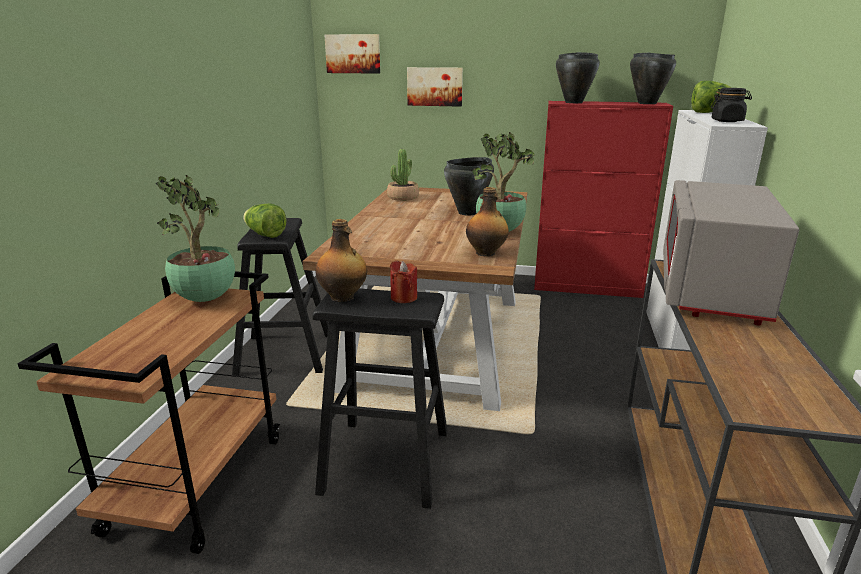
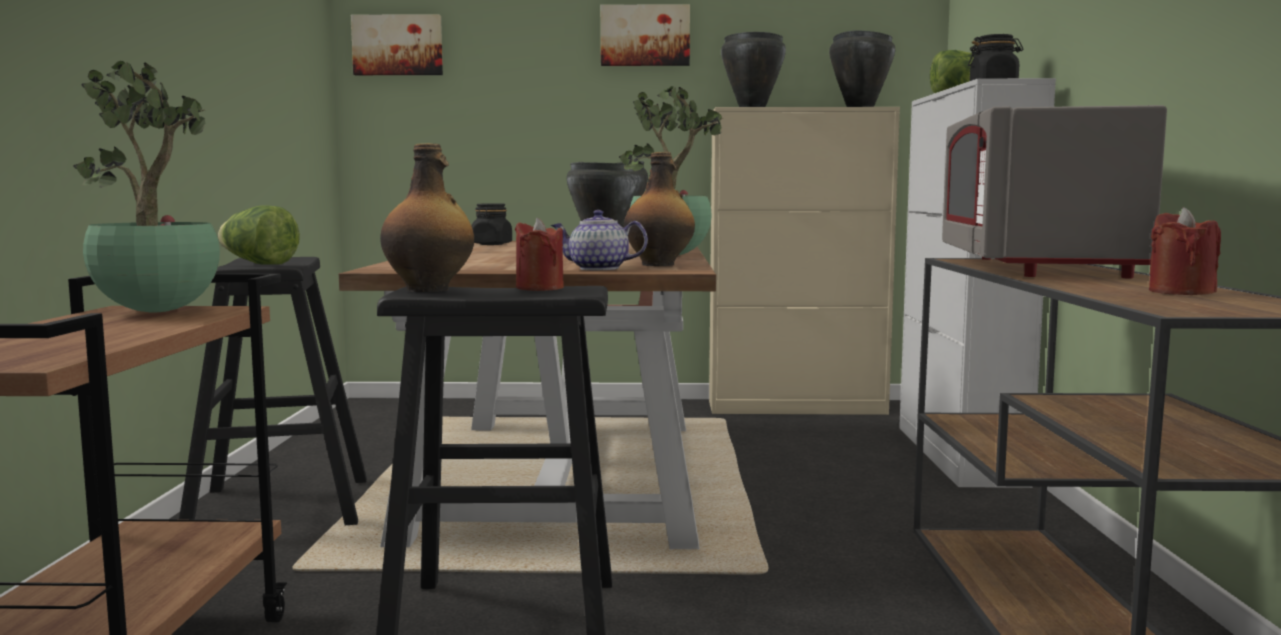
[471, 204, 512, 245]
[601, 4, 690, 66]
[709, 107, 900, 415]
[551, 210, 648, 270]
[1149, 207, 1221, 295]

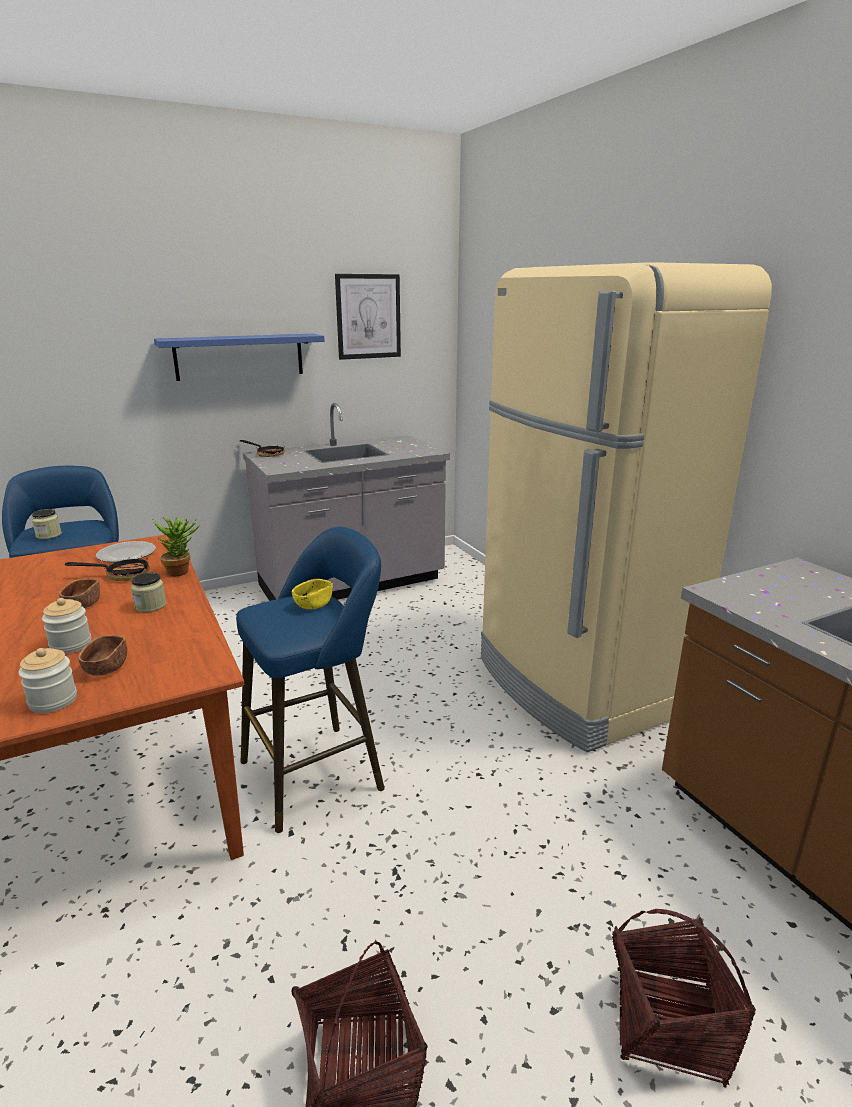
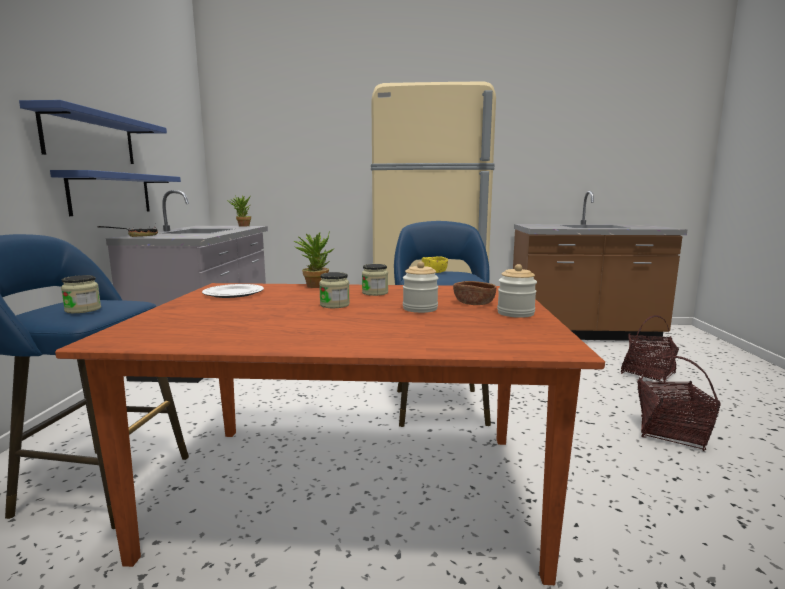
[319, 272, 350, 308]
[65, 556, 149, 581] (first image)
[335, 274, 401, 360] (first image)
[50, 170, 181, 216]
[228, 195, 251, 227]

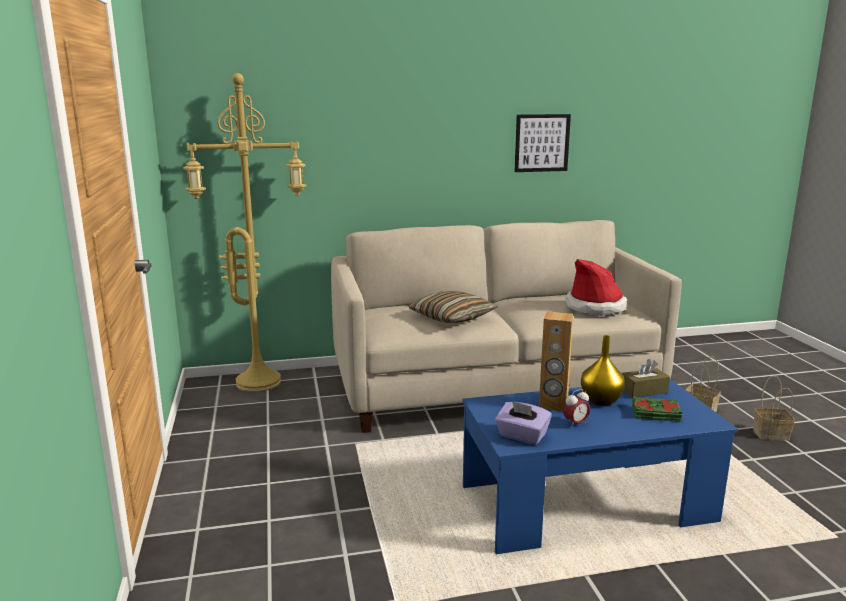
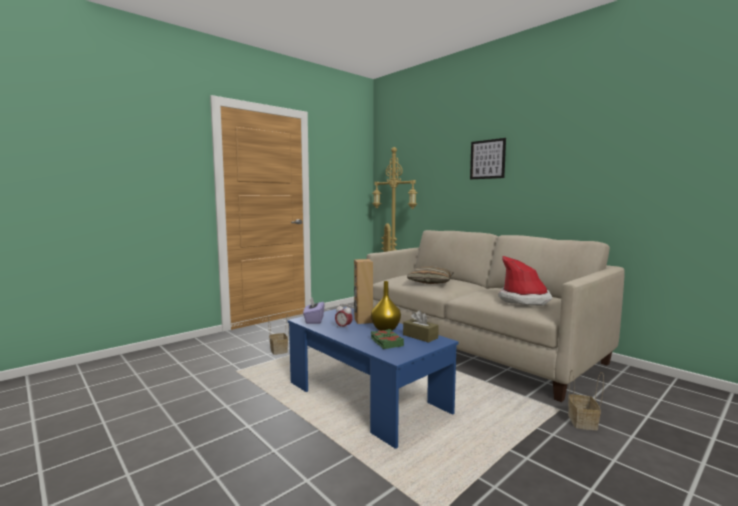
[470, 138, 506, 179]
[268, 314, 289, 355]

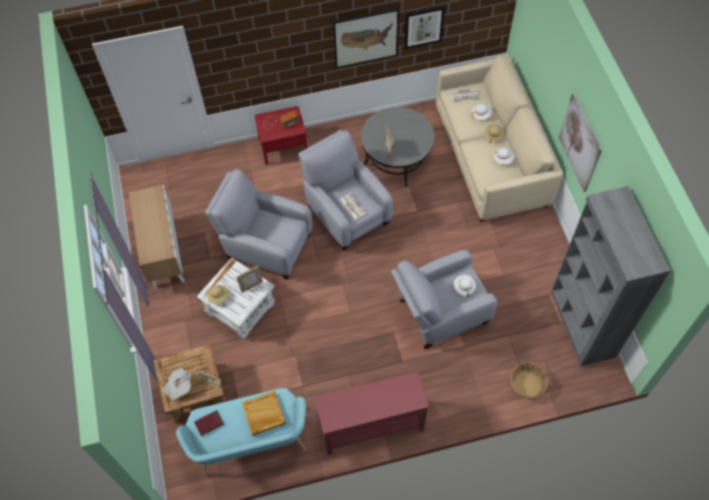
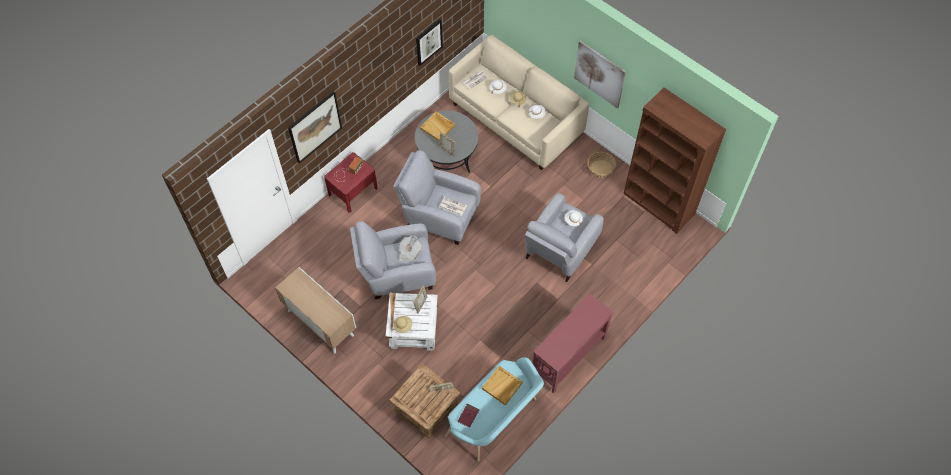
[399, 236, 422, 262]
[288, 91, 342, 164]
[587, 152, 616, 178]
[623, 88, 726, 234]
[420, 111, 455, 141]

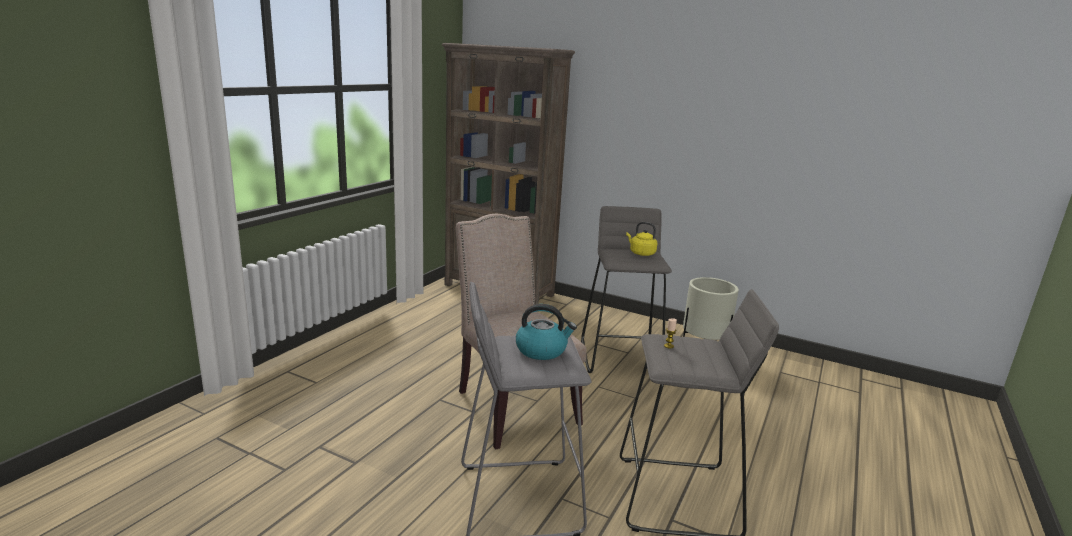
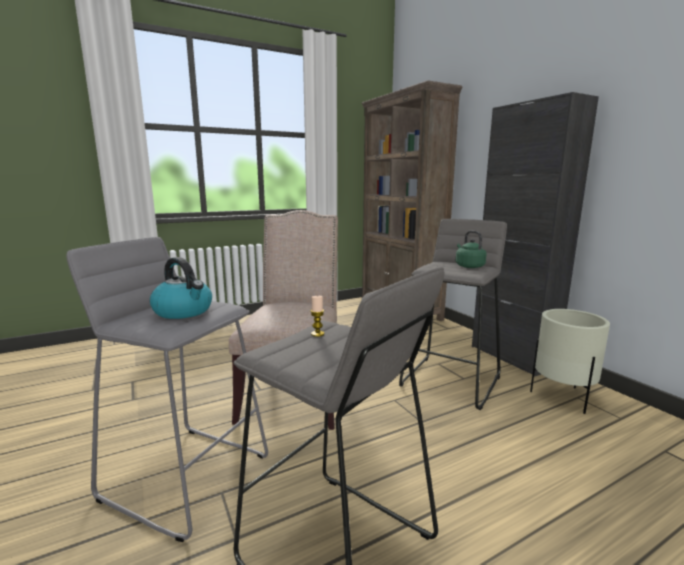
[456, 231, 486, 268]
[472, 92, 599, 377]

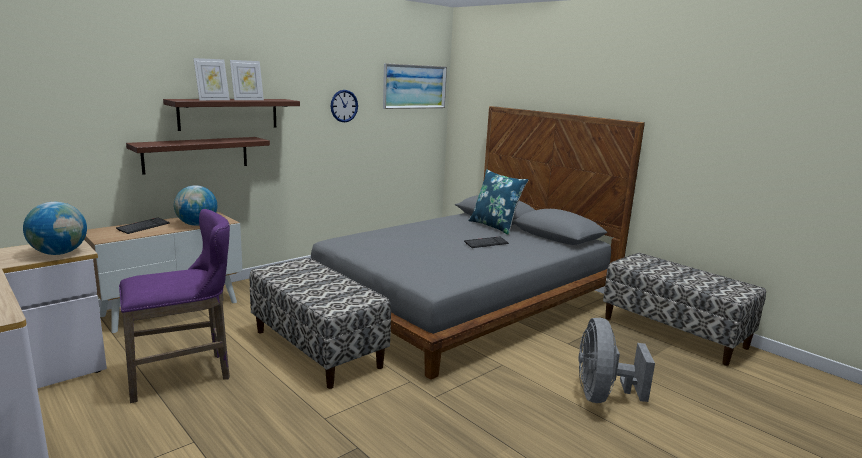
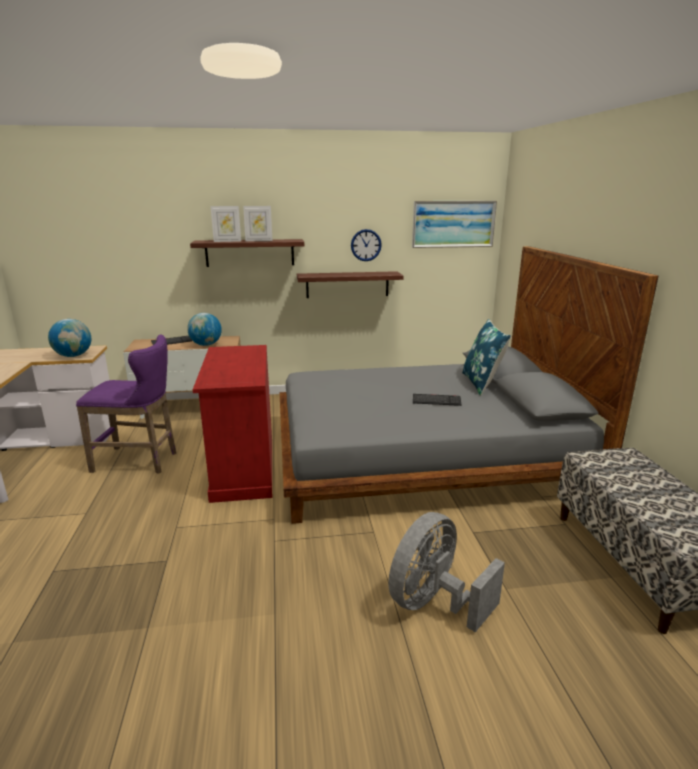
[297, 271, 404, 298]
[193, 345, 272, 503]

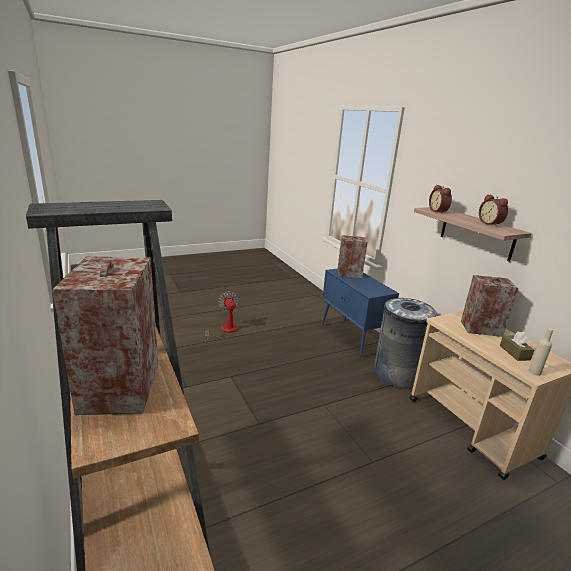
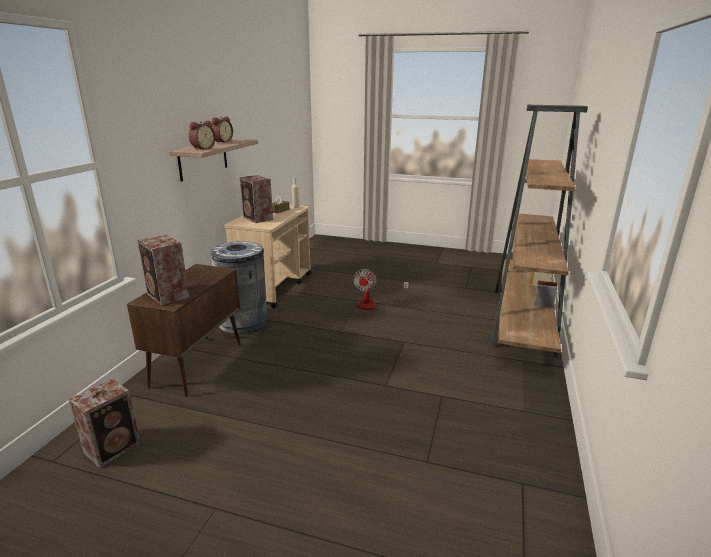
[69, 379, 140, 468]
[353, 269, 409, 310]
[127, 264, 241, 397]

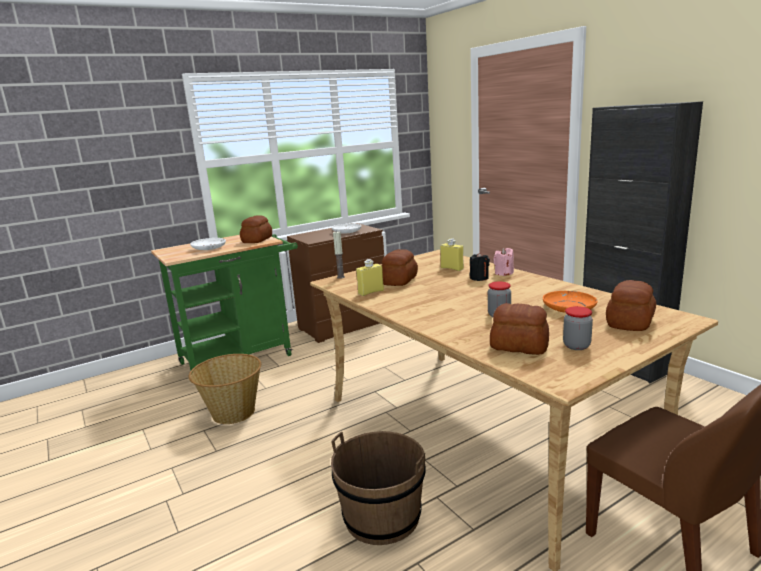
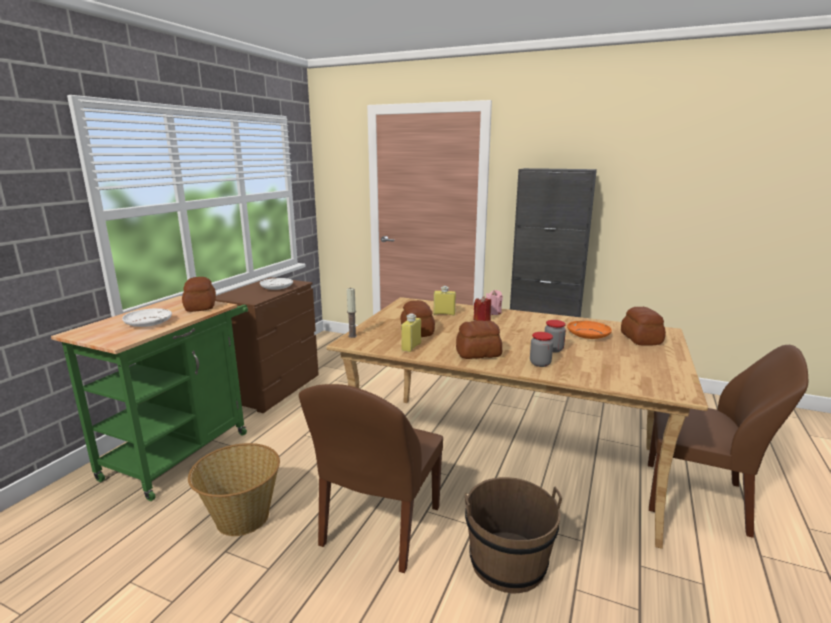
[473, 296, 491, 321]
[456, 321, 502, 359]
[530, 332, 553, 367]
[299, 384, 443, 573]

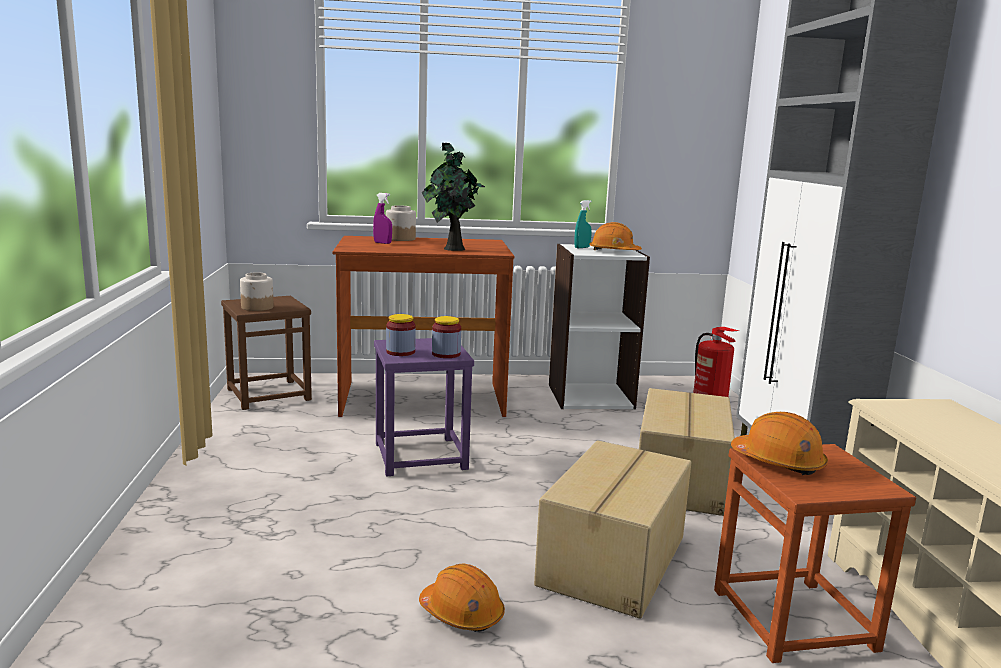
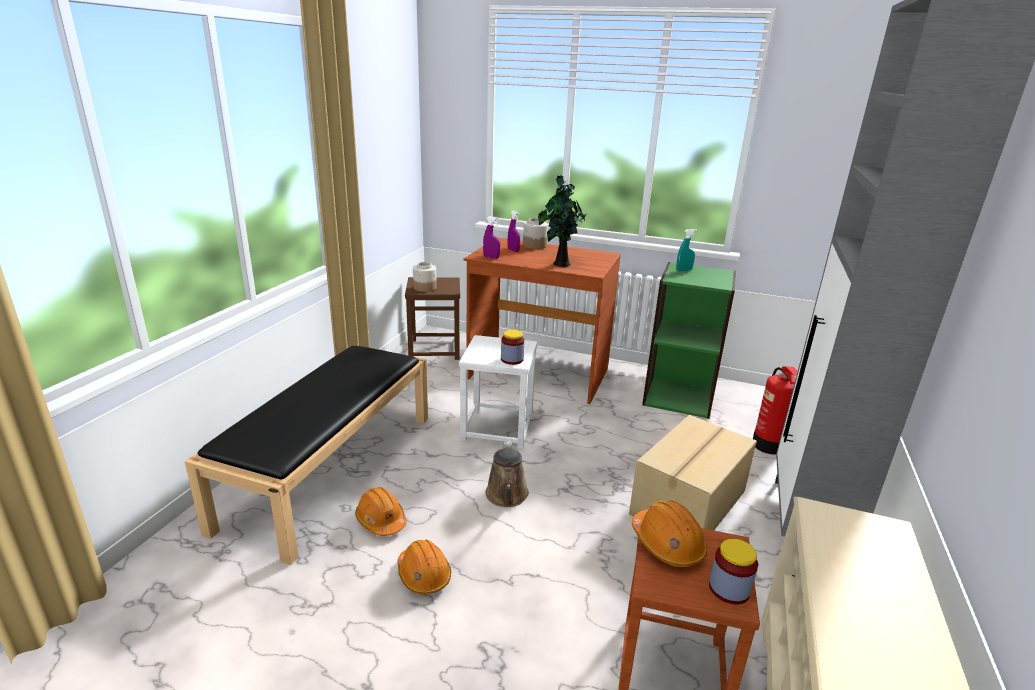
[459, 335, 538, 449]
[709, 539, 758, 605]
[534, 440, 691, 619] (first image)
[642, 262, 736, 419]
[355, 487, 407, 536]
[185, 345, 428, 565]
[483, 216, 500, 259]
[486, 441, 529, 507]

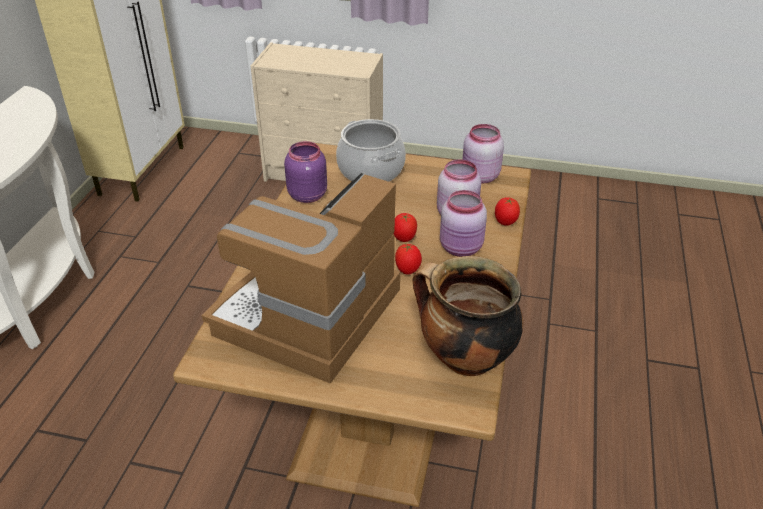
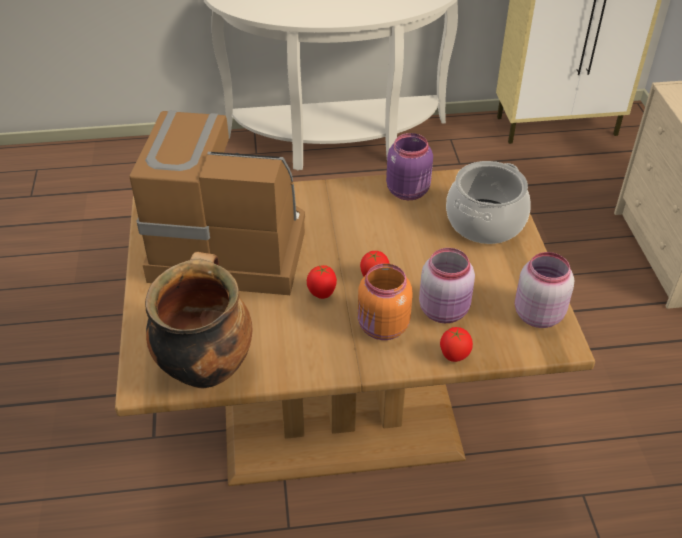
[358, 263, 413, 340]

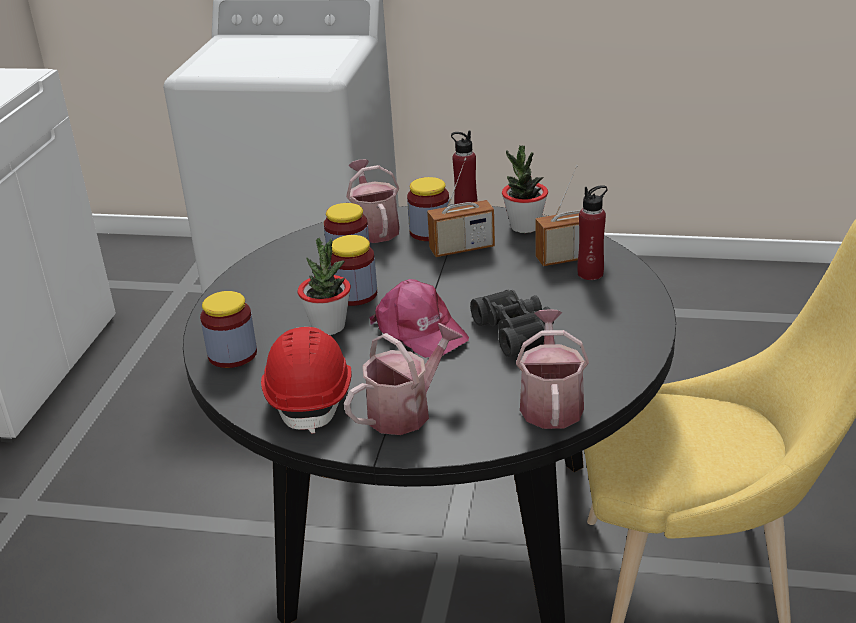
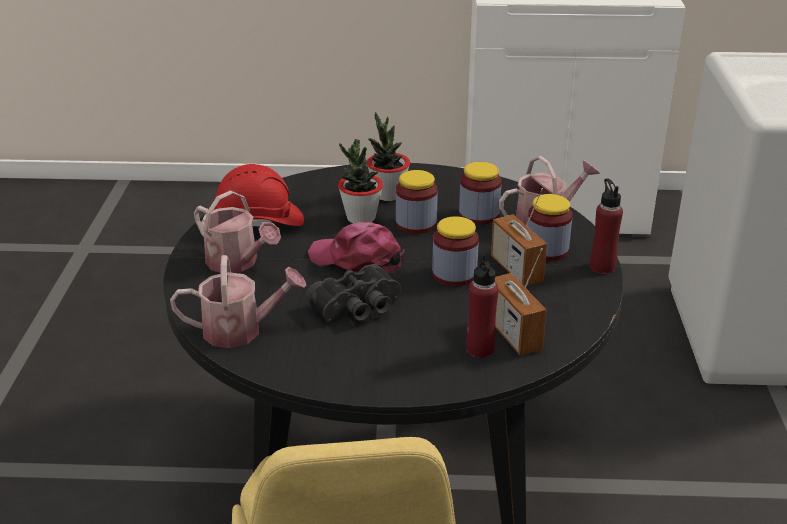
[432, 216, 479, 286]
[308, 222, 404, 273]
[367, 112, 410, 201]

